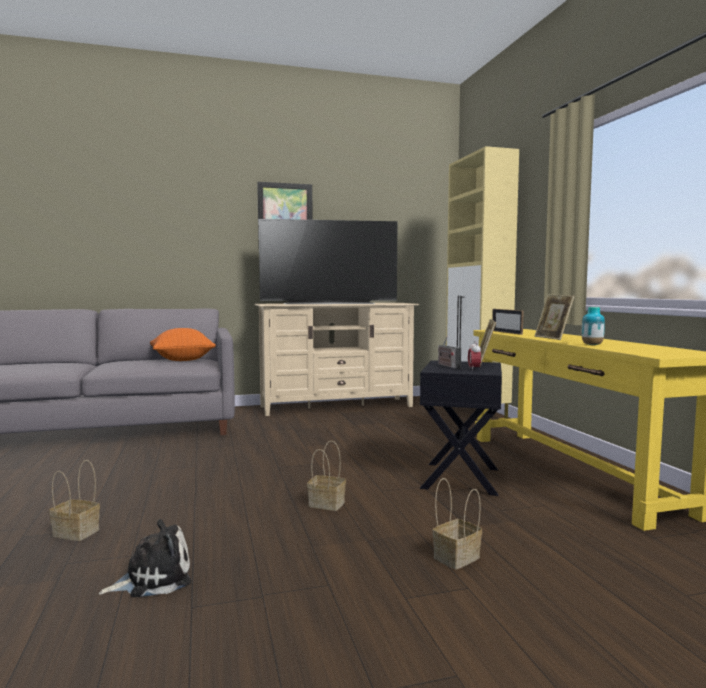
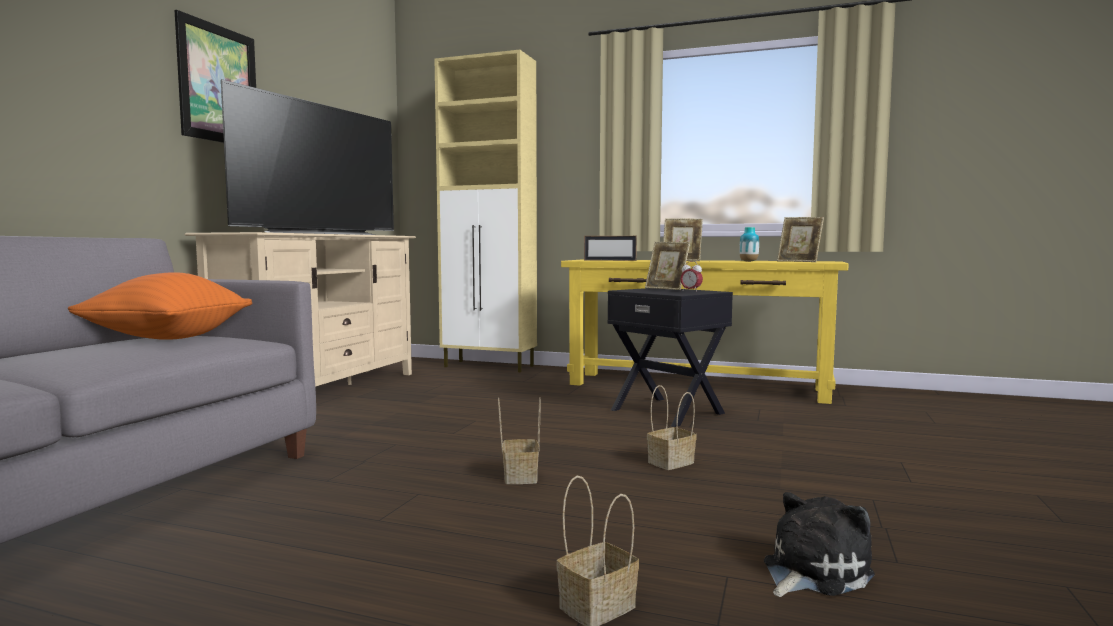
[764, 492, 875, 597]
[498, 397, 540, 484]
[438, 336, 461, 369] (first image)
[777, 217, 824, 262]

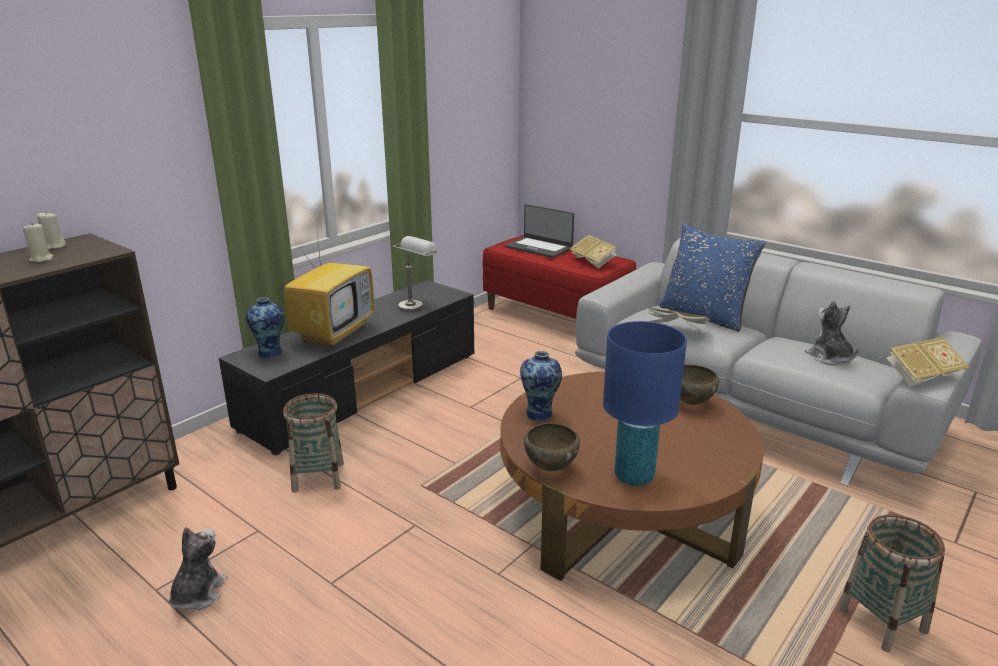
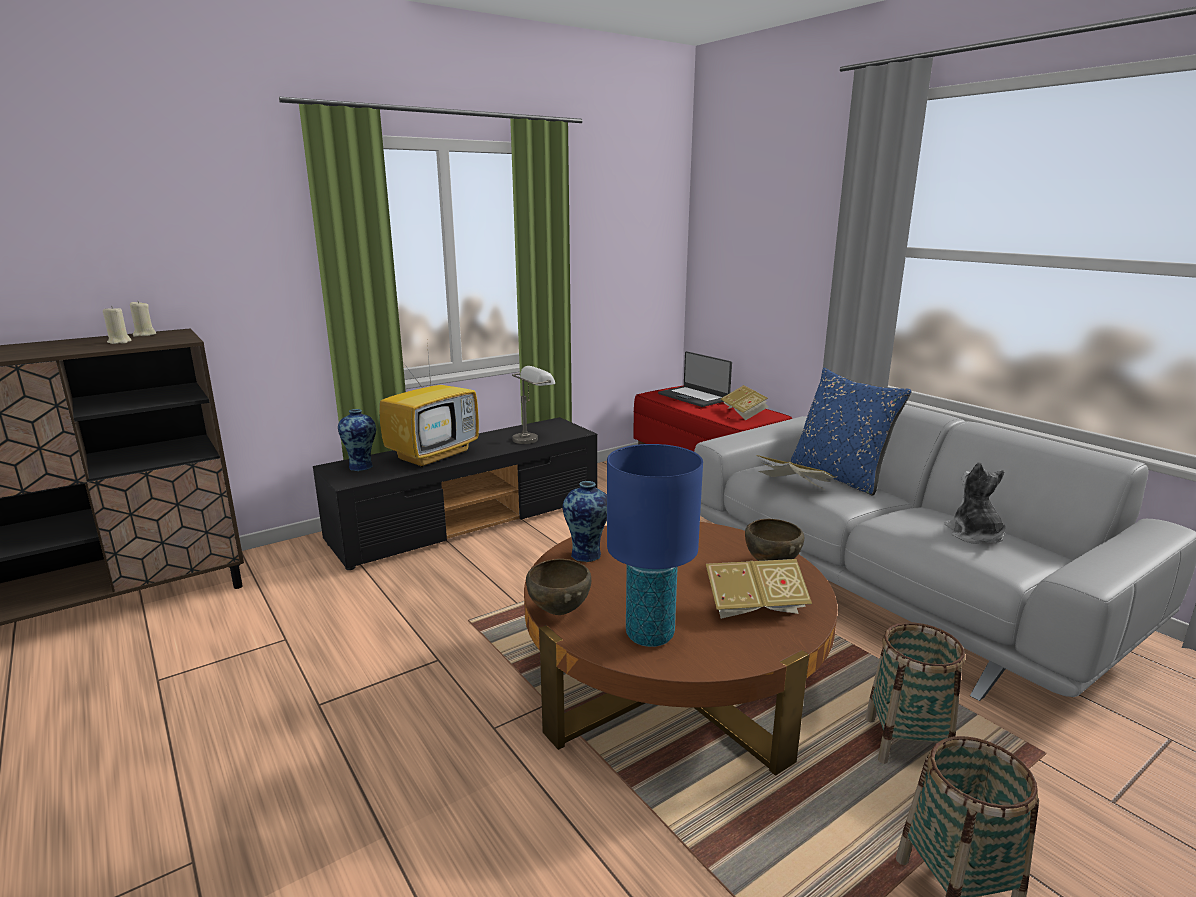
[169, 527, 228, 610] (first image)
[865, 622, 966, 764]
[706, 559, 812, 619]

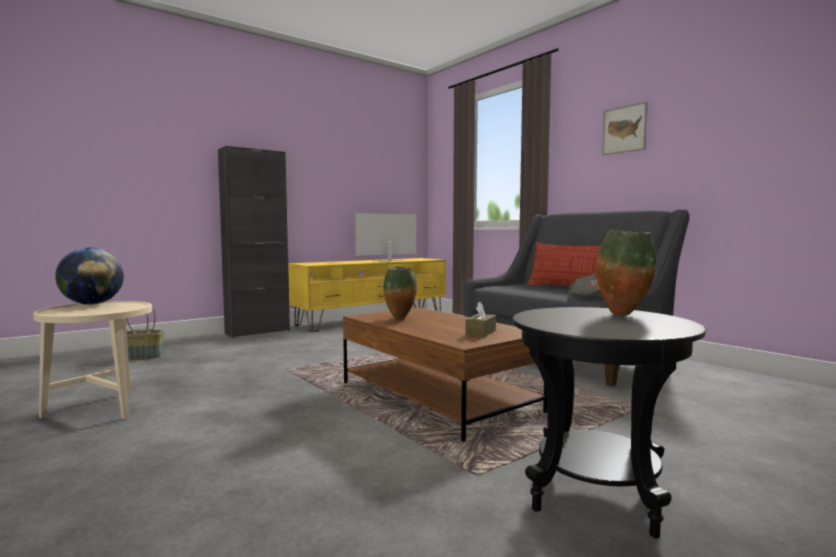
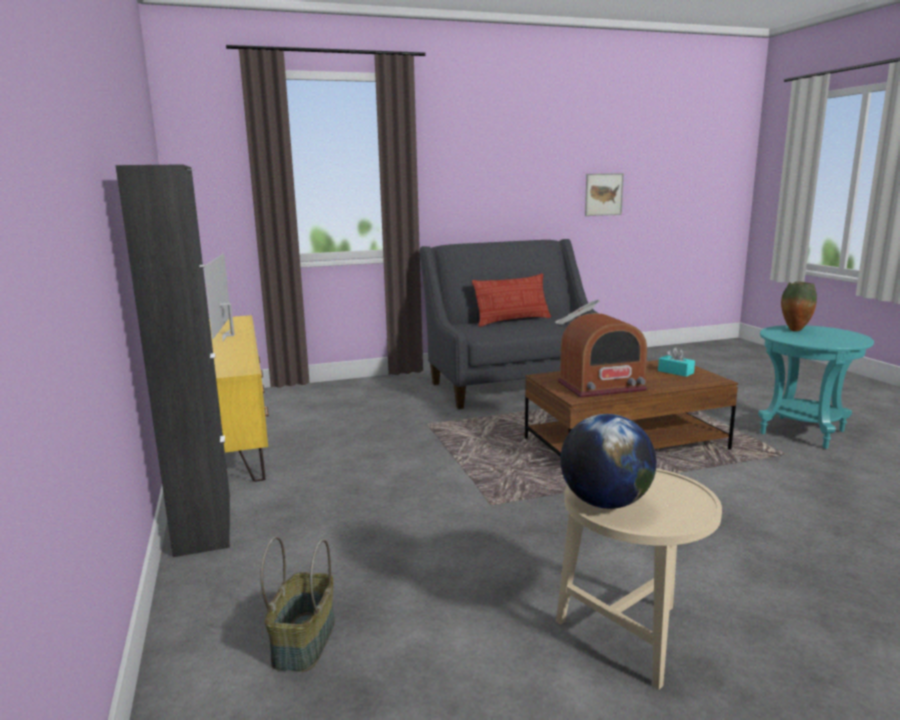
[558, 313, 647, 398]
[658, 347, 695, 377]
[758, 325, 874, 449]
[585, 173, 624, 216]

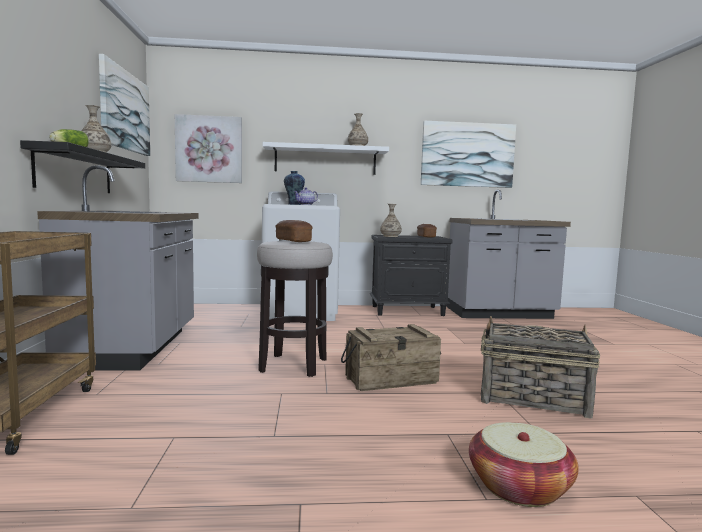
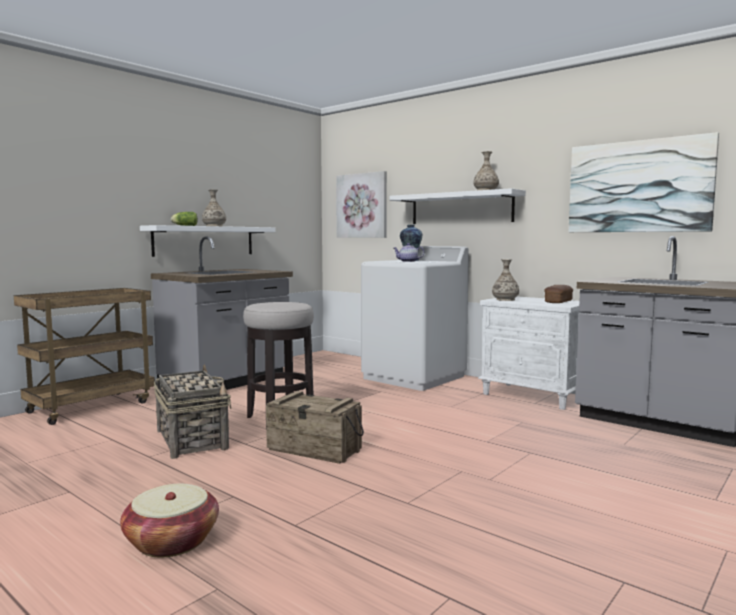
[140, 225, 276, 257]
[99, 54, 150, 156] (first image)
[275, 220, 312, 242] (first image)
[478, 296, 581, 410]
[154, 364, 231, 459]

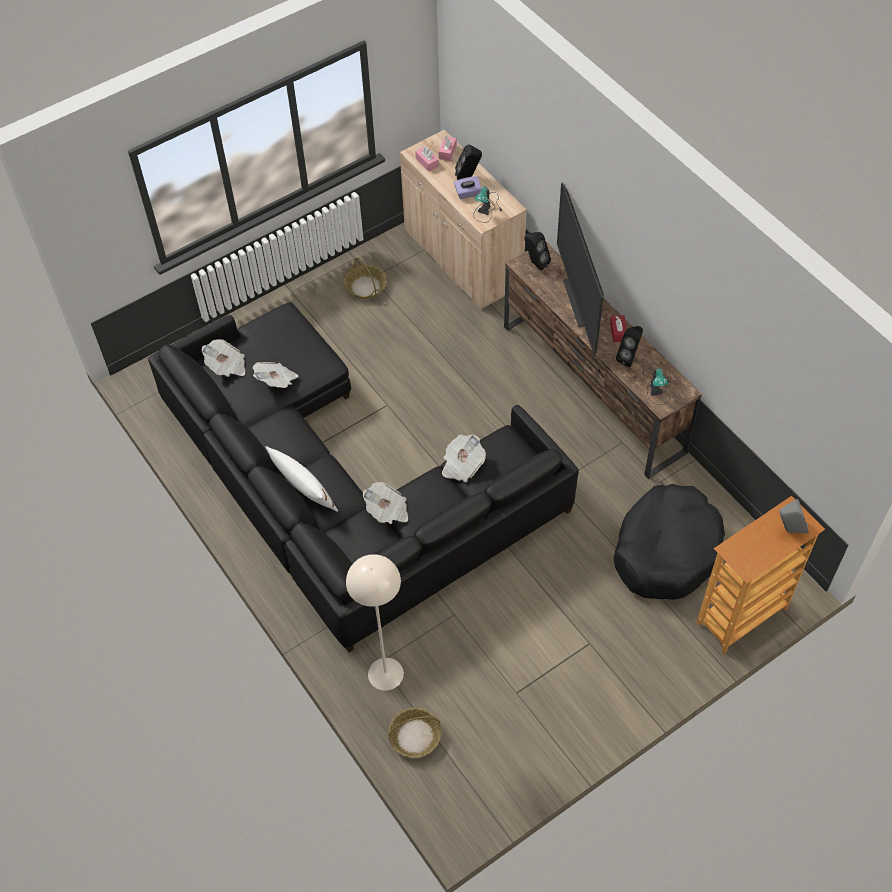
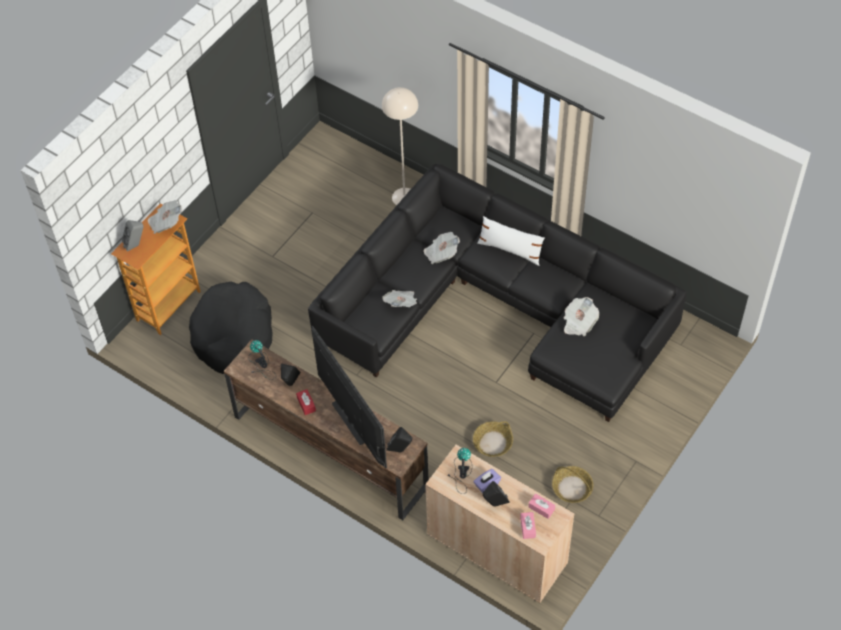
[148, 200, 182, 234]
[473, 421, 513, 457]

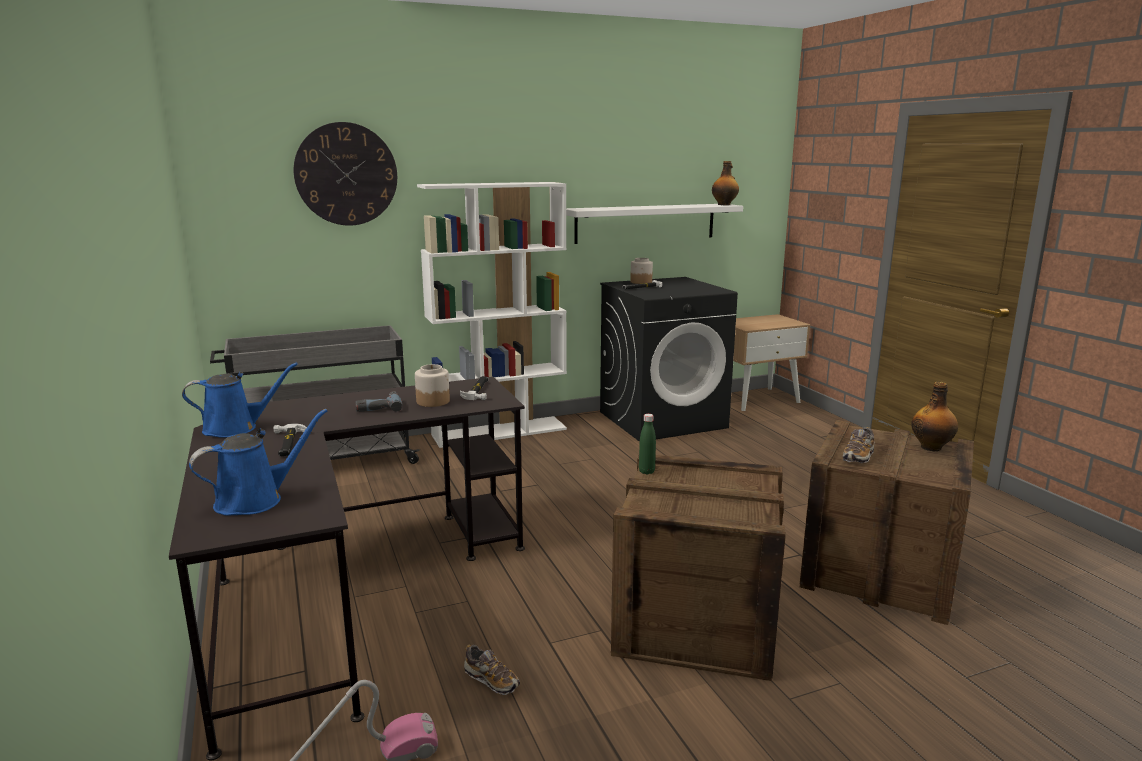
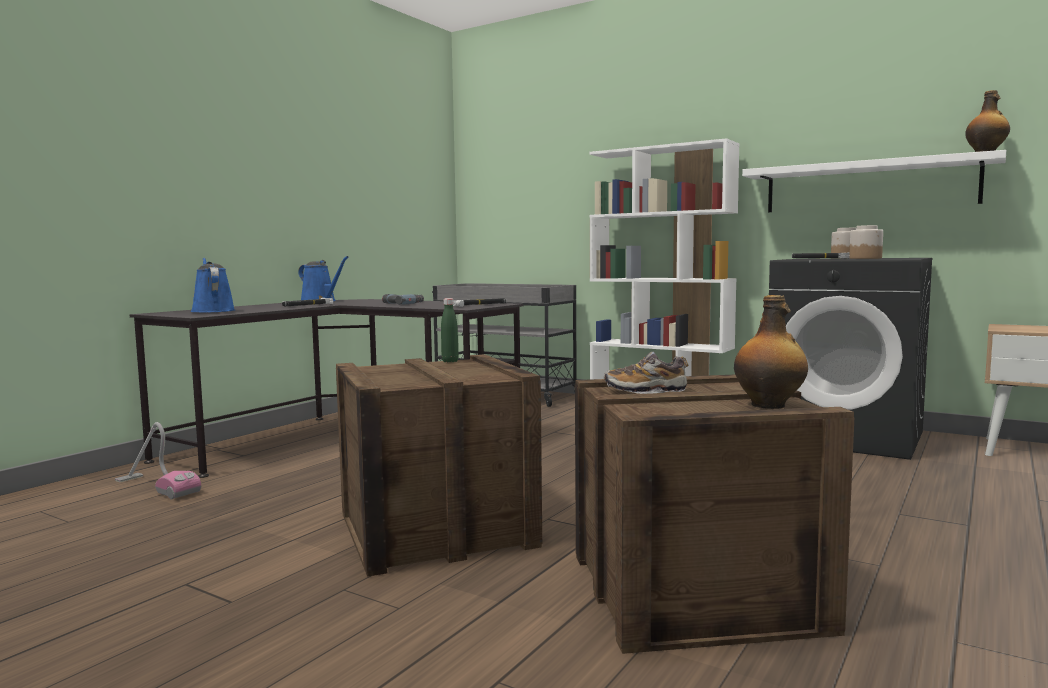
[191, 258, 235, 312]
[294, 122, 397, 226] (first image)
[849, 225, 883, 259]
[464, 645, 520, 695] (first image)

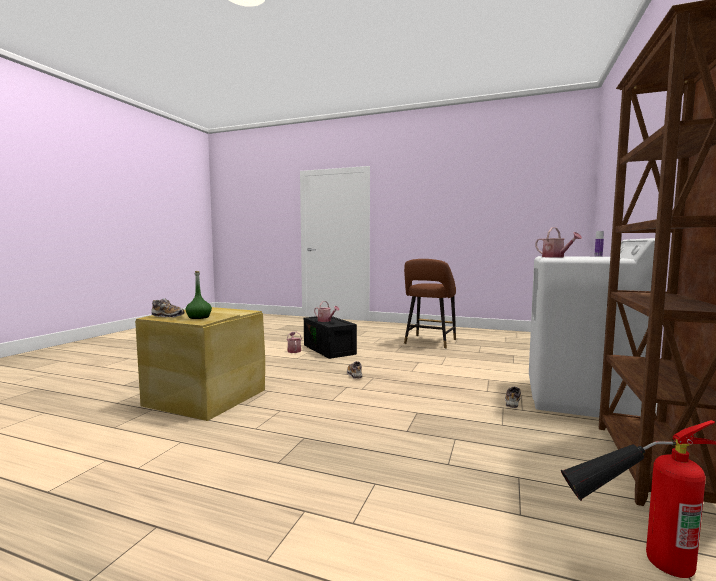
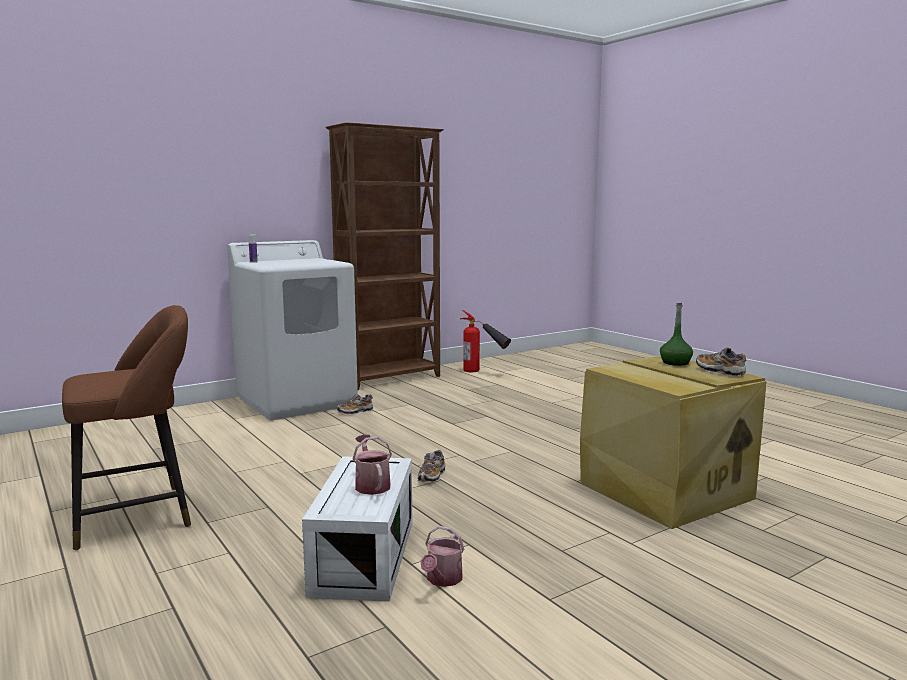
[302, 456, 412, 602]
[535, 227, 582, 258] (first image)

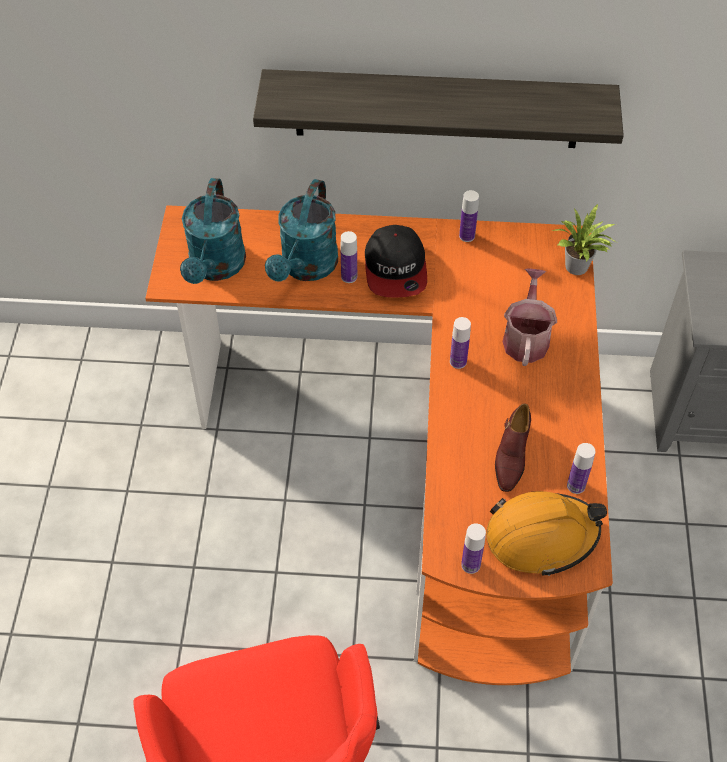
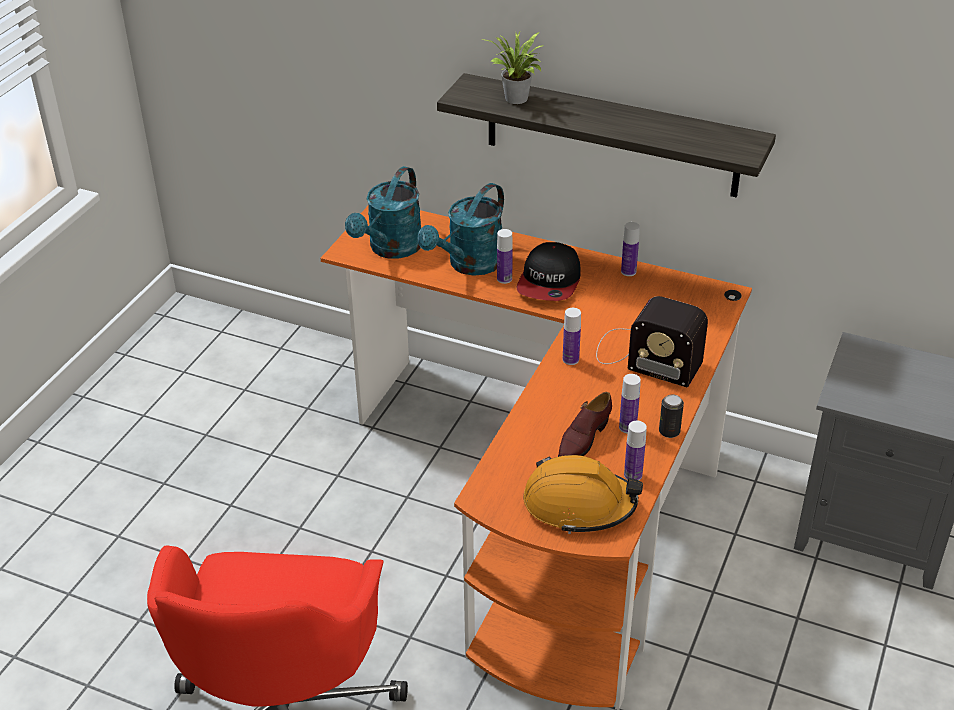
[619, 374, 641, 433]
[596, 296, 708, 387]
[486, 32, 542, 104]
[659, 394, 684, 438]

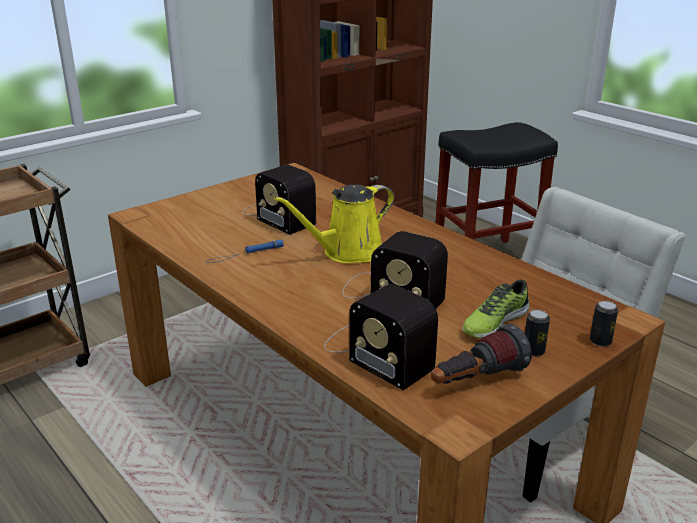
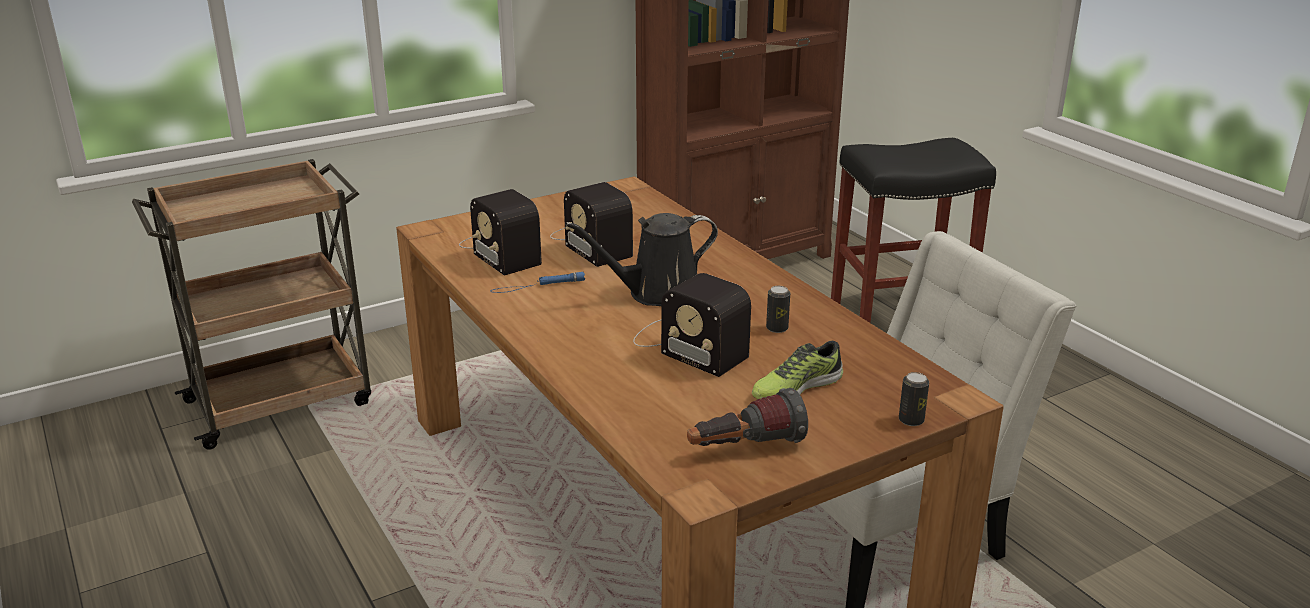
[565, 213, 718, 306]
[459, 189, 542, 275]
[766, 286, 790, 333]

